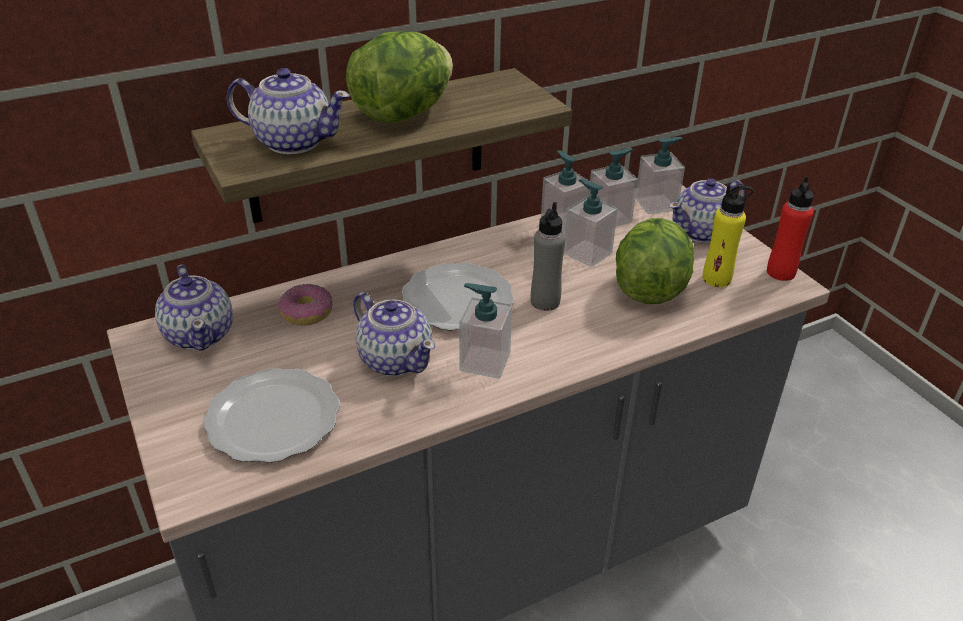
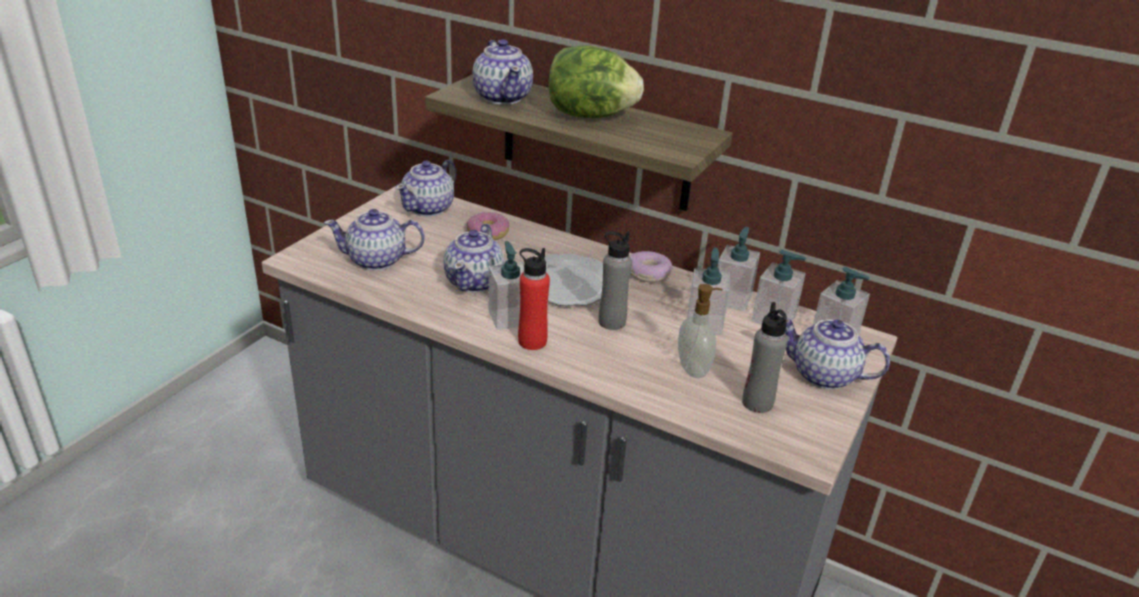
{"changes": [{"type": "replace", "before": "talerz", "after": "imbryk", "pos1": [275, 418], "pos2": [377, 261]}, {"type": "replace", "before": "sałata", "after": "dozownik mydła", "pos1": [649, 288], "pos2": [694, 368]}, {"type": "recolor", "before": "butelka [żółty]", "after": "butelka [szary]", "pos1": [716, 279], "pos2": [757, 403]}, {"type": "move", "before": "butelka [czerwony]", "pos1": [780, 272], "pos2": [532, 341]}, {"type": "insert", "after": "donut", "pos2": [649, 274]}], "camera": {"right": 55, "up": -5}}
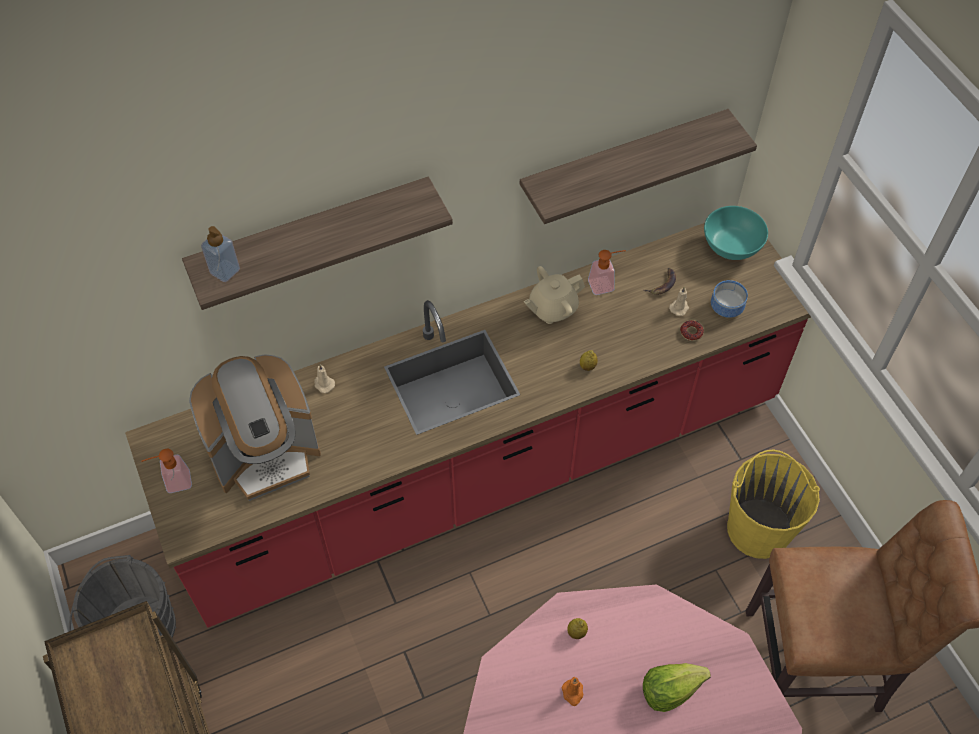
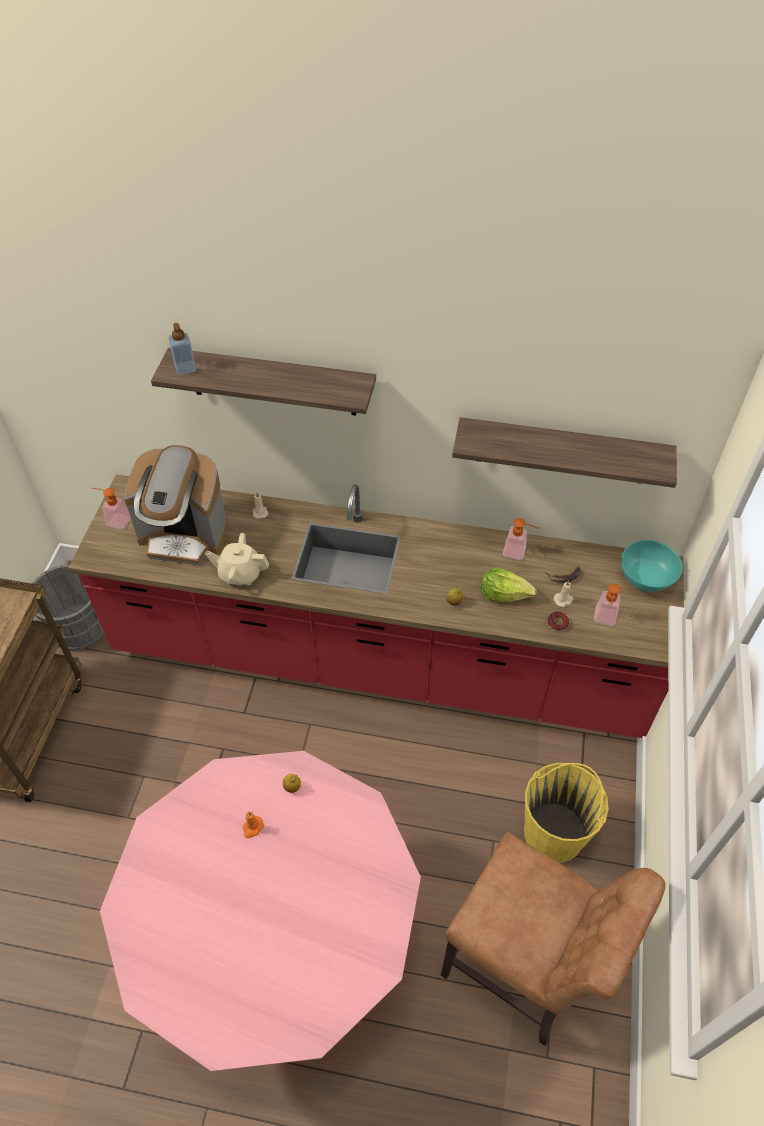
{"changes": [{"type": "move", "before": "imbryk [beżowy]", "pos1": [552, 309], "pos2": [240, 573]}, {"type": "move", "before": "sałata", "pos1": [670, 689], "pos2": [504, 594]}, {"type": "replace", "before": "miska", "after": "dozownik mydła", "pos1": [727, 306], "pos2": [604, 620]}], "camera": {"right": 35, "up": -5}}
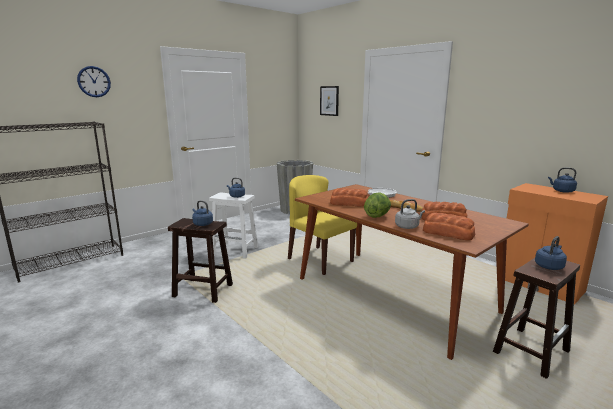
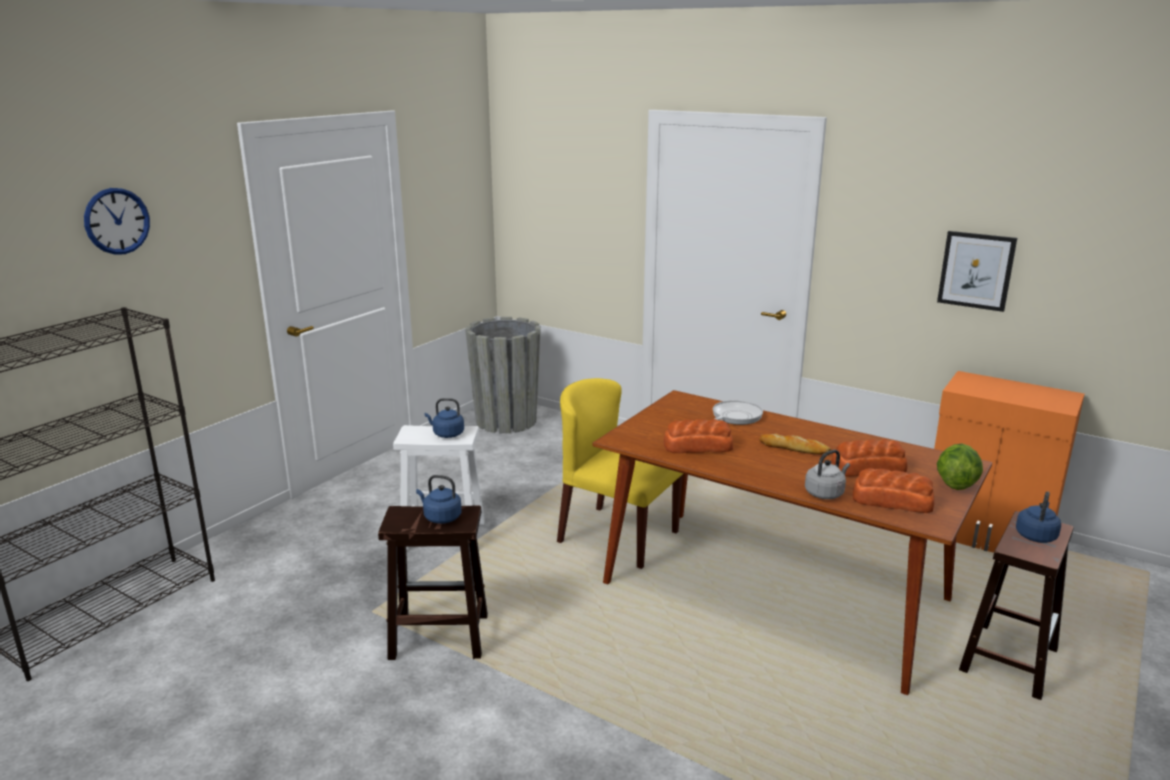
{"changes": [{"type": "move", "before": "obraz", "pos1": [329, 101], "pos2": [976, 270]}, {"type": "move", "before": "sałata", "pos1": [377, 216], "pos2": [955, 484]}, {"type": "delete", "before": "czajnik [niebieski]", "pos1": [562, 191]}], "camera": {"right": -15, "up": 5}}
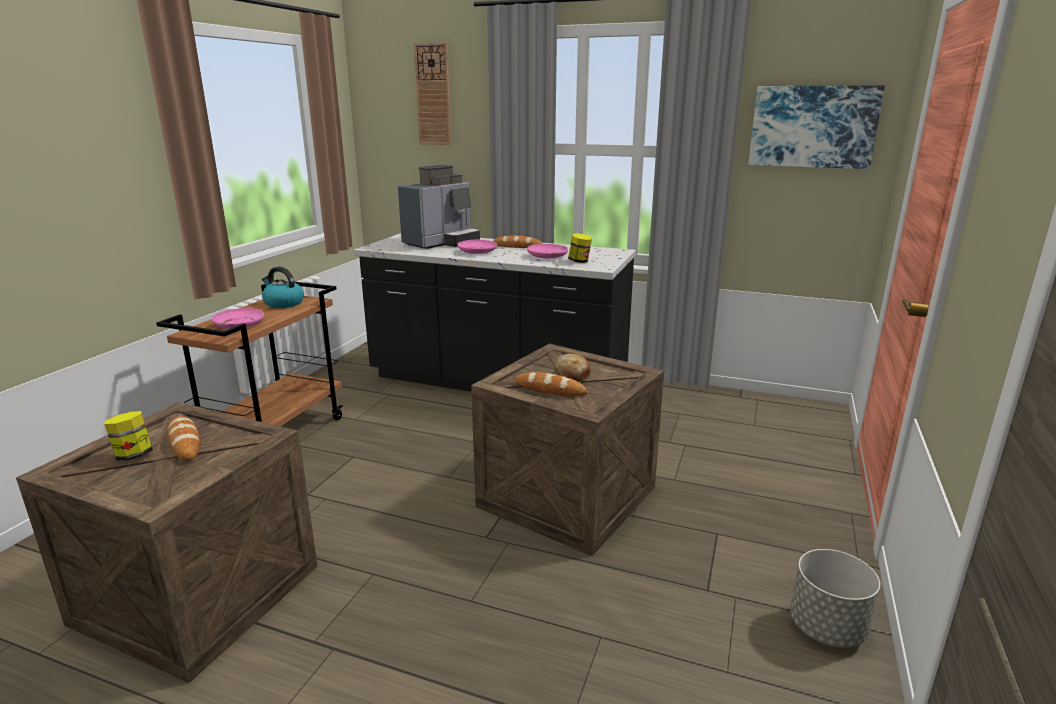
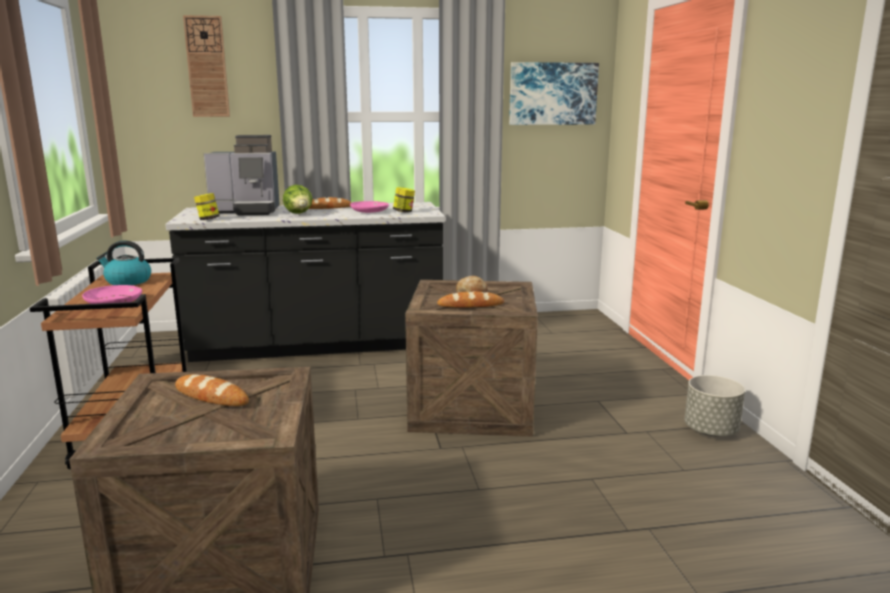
{"changes": [{"type": "move", "before": "słoik", "pos1": [134, 455], "pos2": [208, 219]}, {"type": "rotate", "before": "ekspres do kawy", "pos1": [442, 242], "pos2": [248, 211], "turn": 75}, {"type": "replace", "before": "talerz [różowy]", "after": "sałata", "pos1": [477, 251], "pos2": [299, 214]}], "camera": {"right": -30, "up": -5}}
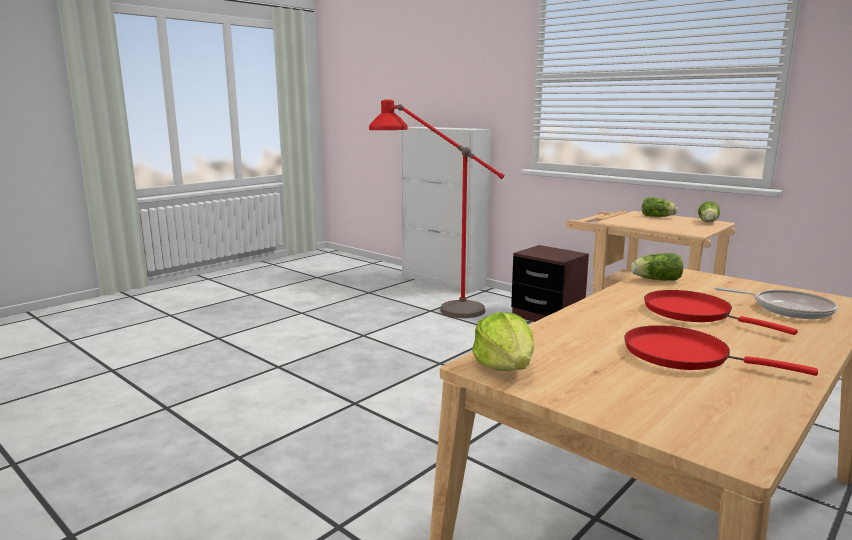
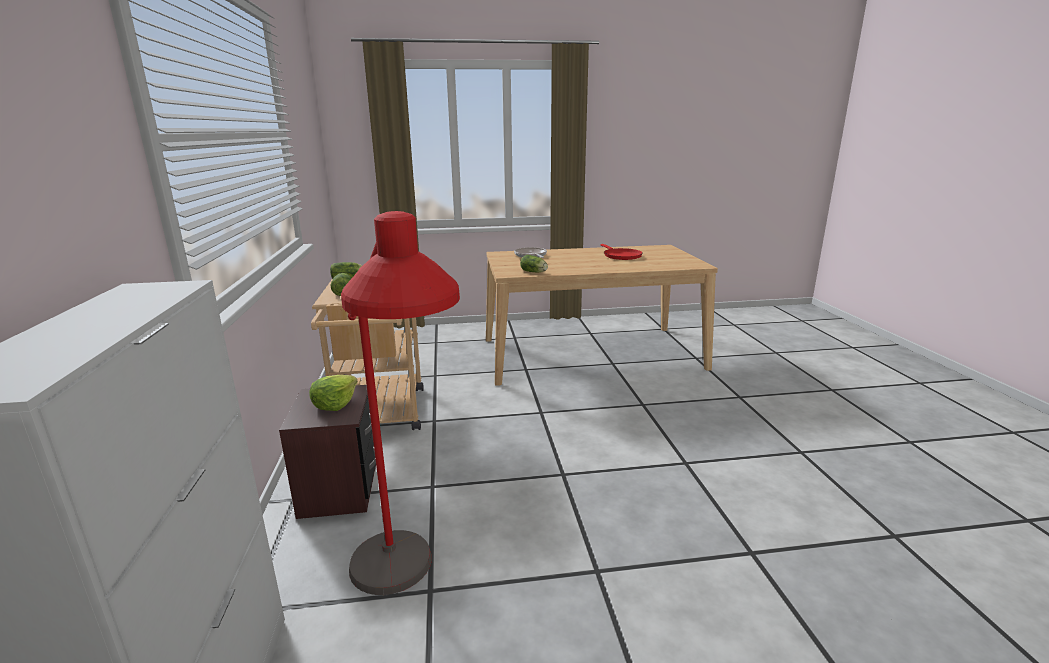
{"changes": [{"type": "move", "before": "sałata", "pos1": [505, 366], "pos2": [335, 404]}, {"type": "delete", "before": "patelnia [czerwony]", "pos1": [692, 313]}], "camera": {"right": -140, "up": 5}}
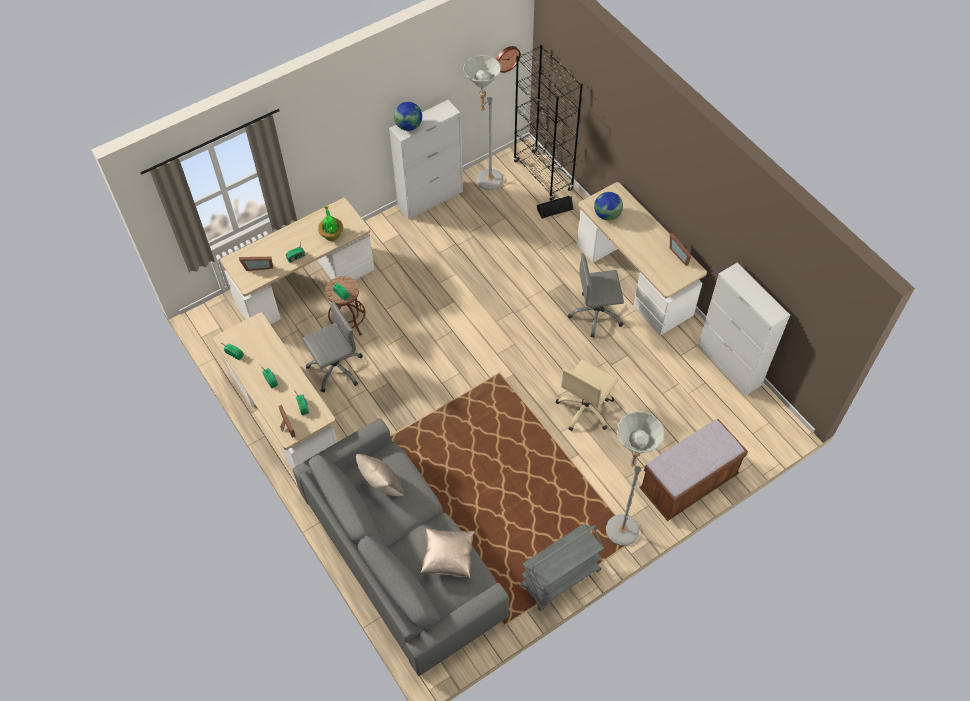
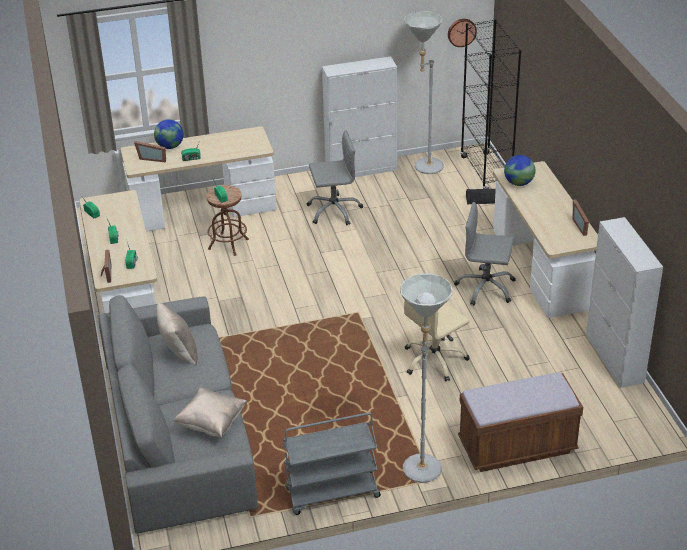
{"changes": [{"type": "move", "before": "krzesło biurowe [szary]", "pos1": [335, 368], "pos2": [334, 210]}, {"type": "delete", "before": "roślina doniczkowa", "pos1": [331, 234]}, {"type": "move", "before": "globus", "pos1": [408, 126], "pos2": [170, 146]}], "camera": {"right": 20, "up": -20}}
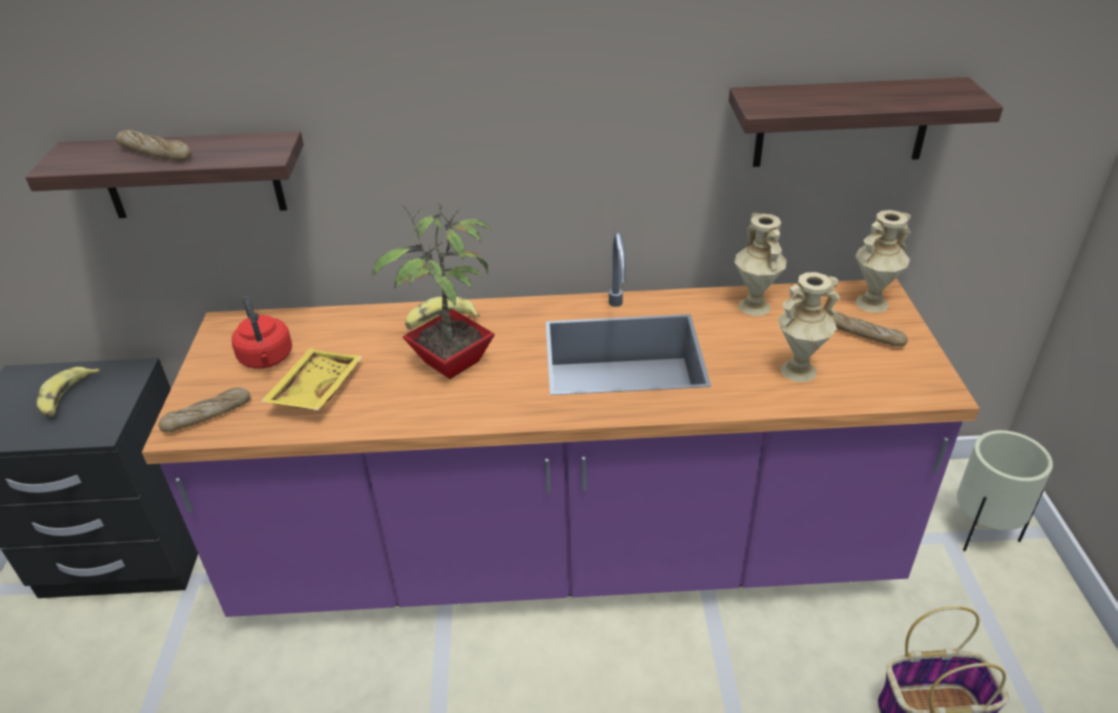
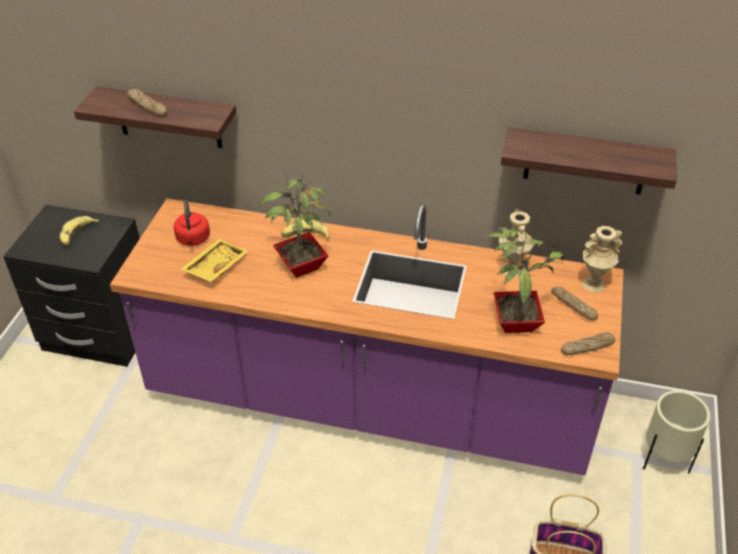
{"changes": [{"type": "move", "before": "chleb", "pos1": [207, 416], "pos2": [587, 347]}, {"type": "replace", "before": "wazon [beżowy]", "after": "roślina doniczkowa", "pos1": [798, 371], "pos2": [515, 321]}], "camera": {"right": 15, "up": 5}}
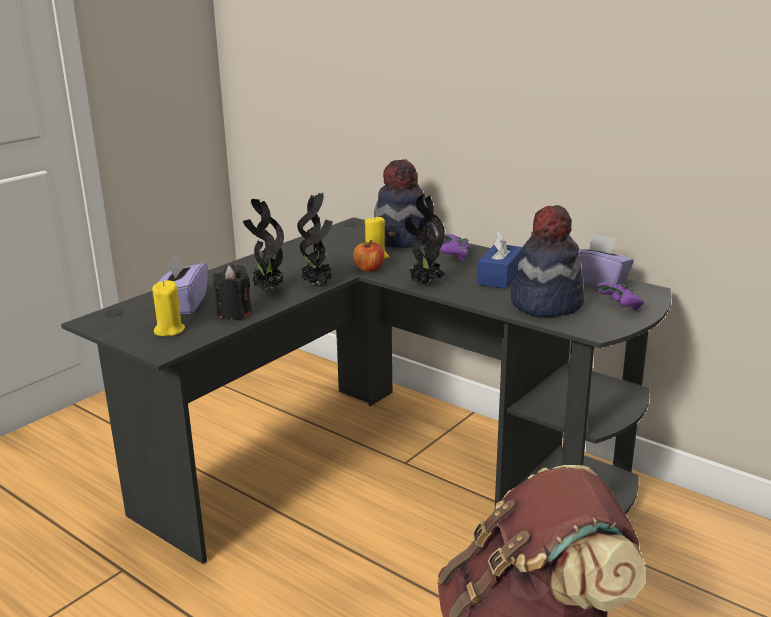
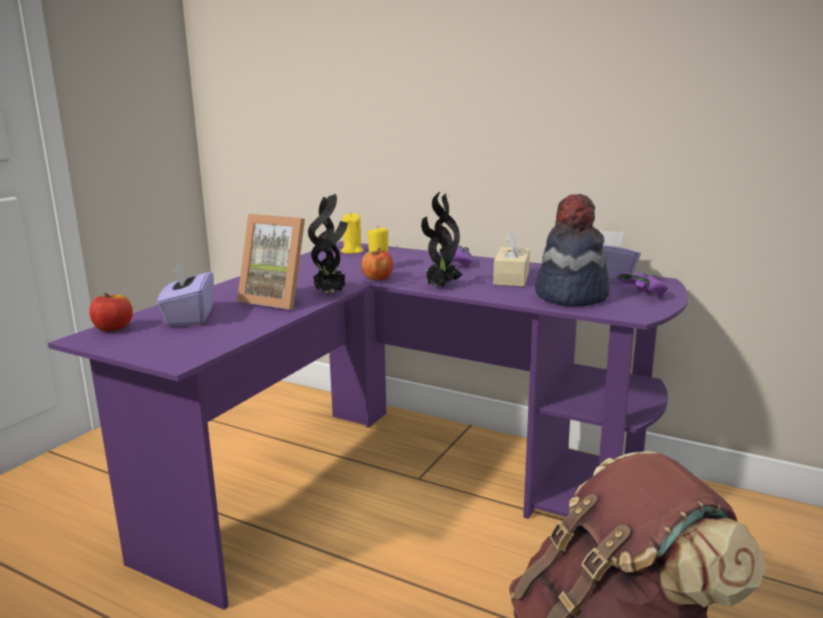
{"changes": [{"type": "recolor", "before": "biurko [czarny]", "after": "biurko [fioletowy]", "pos1": [384, 464], "pos2": [398, 482]}, {"type": "move", "before": "świeca [żółty]", "pos1": [169, 330], "pos2": [352, 251]}, {"type": "delete", "before": "świeca [czarny]", "pos1": [234, 313]}, {"type": "replace", "before": "roślina doniczkowa", "after": "ramka na zdjęcie", "pos1": [267, 289], "pos2": [278, 300]}, {"type": "delete", "before": "kapelusz", "pos1": [403, 240]}, {"type": "recolor", "before": "pudełko chusteczek [niebieski]", "after": "pudełko chusteczek [beżowy]", "pos1": [500, 277], "pos2": [511, 278]}, {"type": "insert", "after": "jabłko", "pos2": [113, 328]}], "camera": {"right": -10, "up": -5}}
